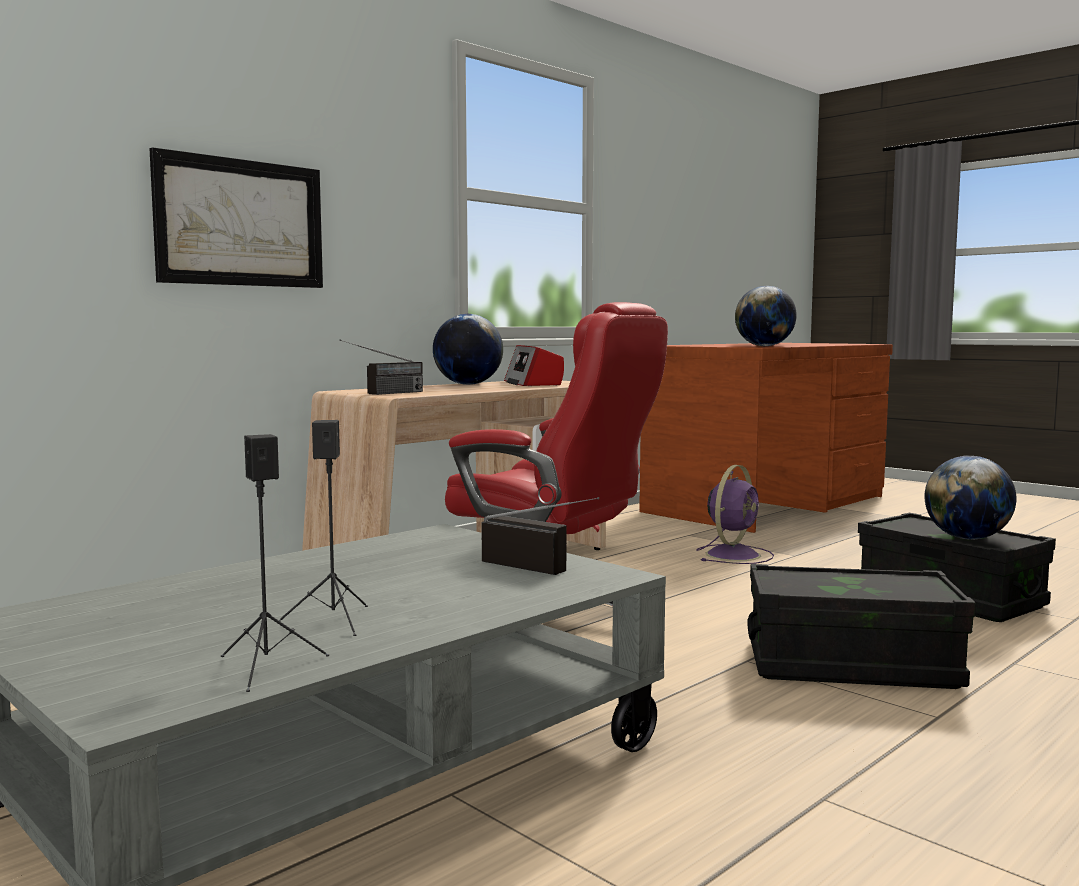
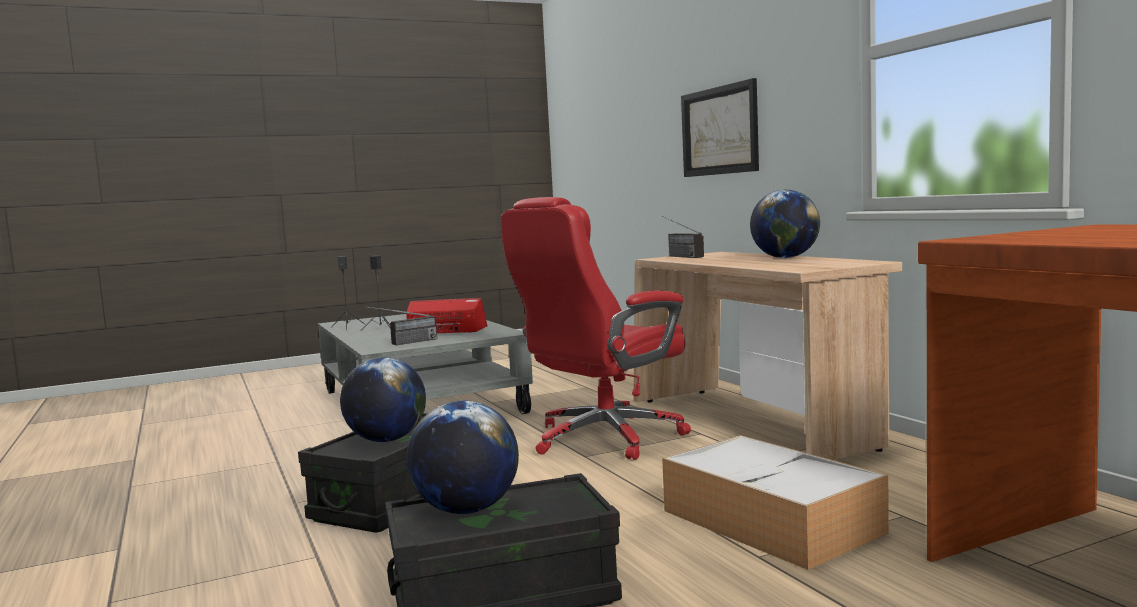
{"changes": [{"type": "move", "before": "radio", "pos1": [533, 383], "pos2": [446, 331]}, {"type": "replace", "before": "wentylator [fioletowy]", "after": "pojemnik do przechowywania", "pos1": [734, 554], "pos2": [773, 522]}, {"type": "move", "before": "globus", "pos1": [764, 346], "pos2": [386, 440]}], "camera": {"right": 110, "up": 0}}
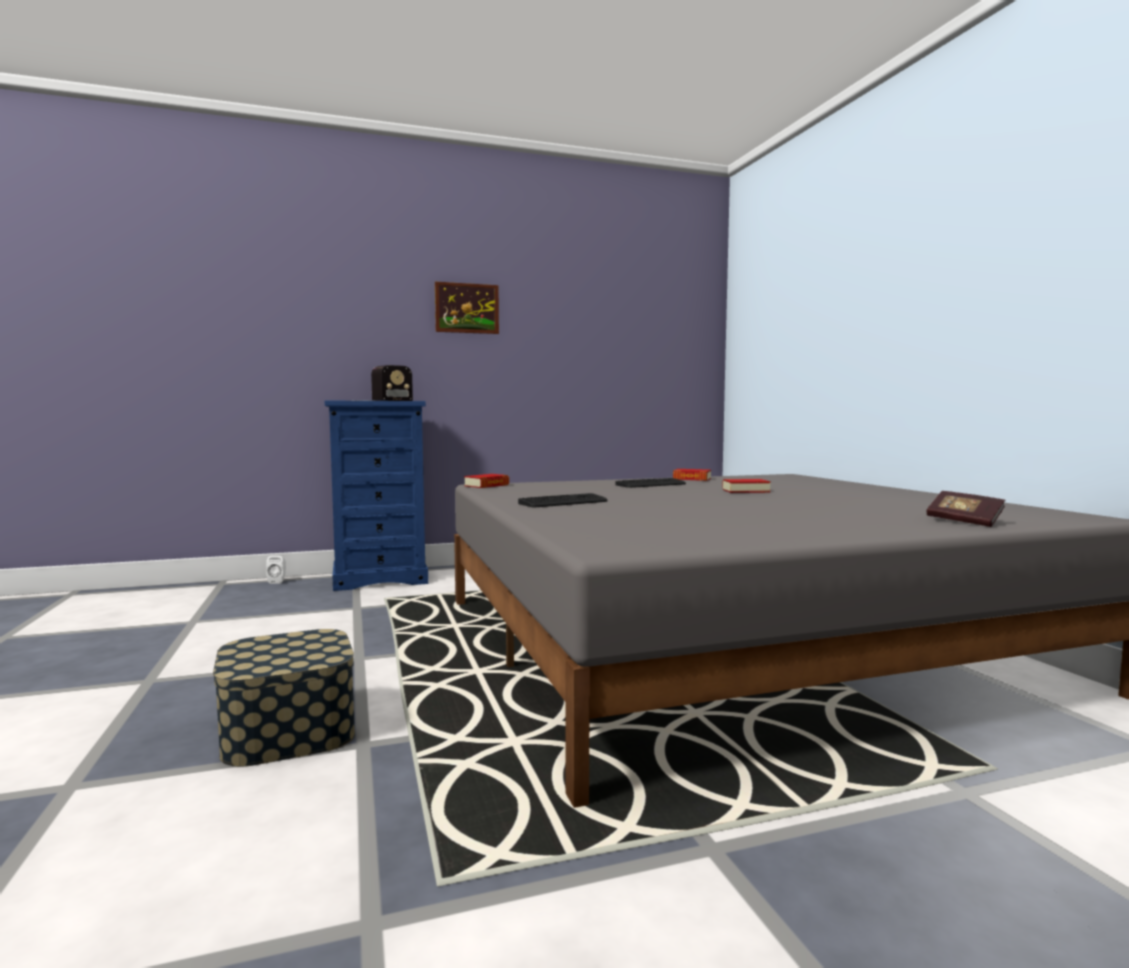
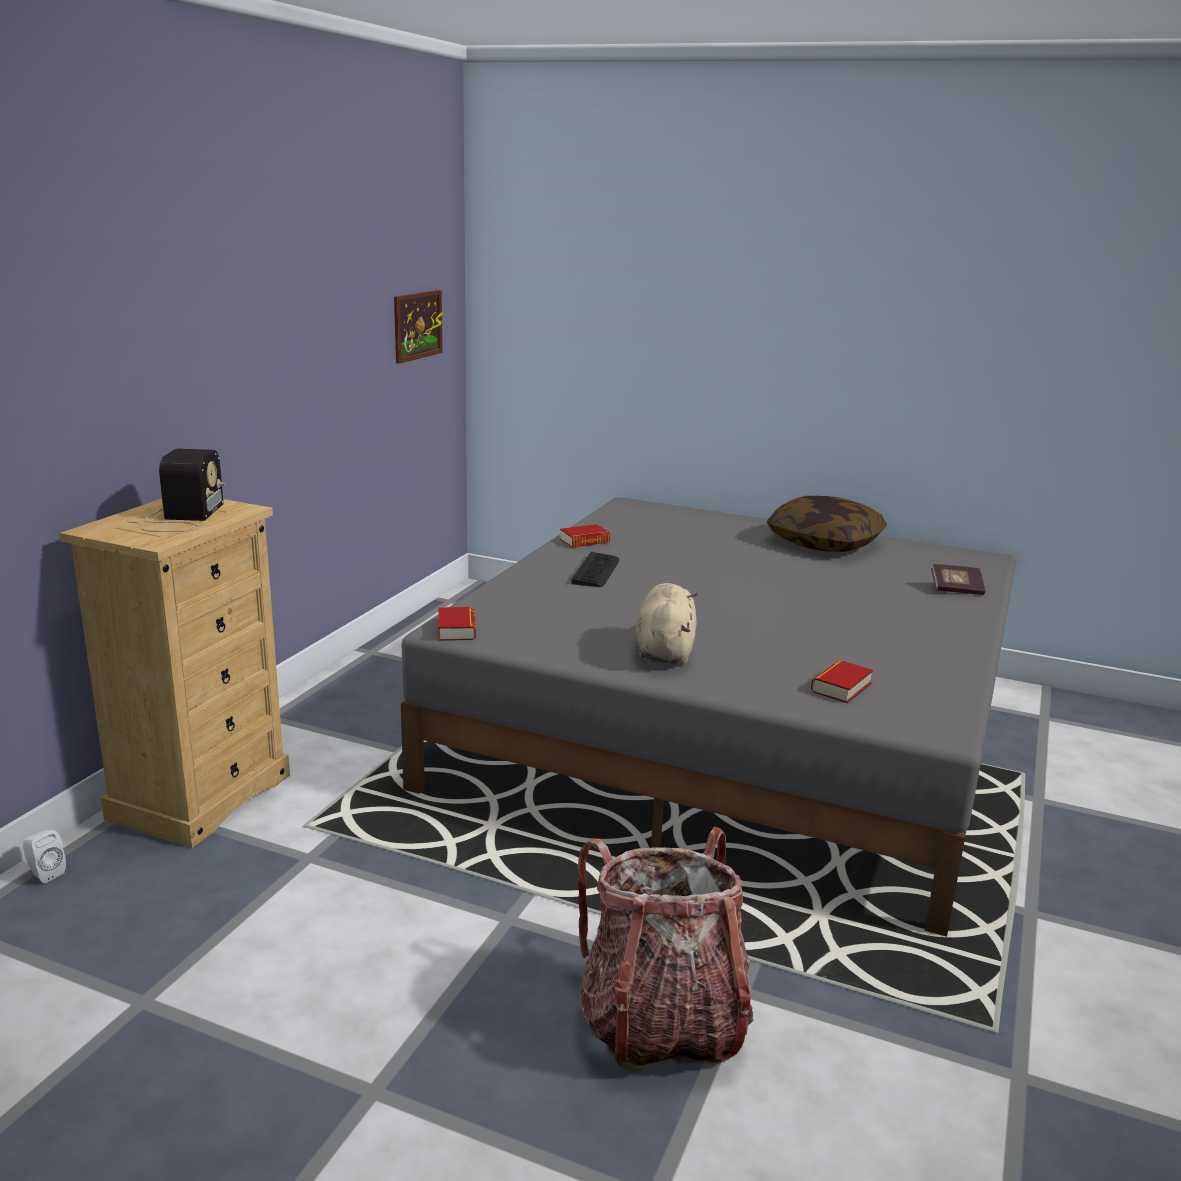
{"changes": [{"type": "replace", "before": "pojemnik do przechowywania", "after": "plecak", "pos1": [289, 730], "pos2": [661, 1023]}, {"type": "recolor", "before": "komoda [niebieski]", "after": "komoda [beżowy]", "pos1": [380, 579], "pos2": [200, 796]}, {"type": "move", "before": "obraz", "pos1": [467, 308], "pos2": [417, 325]}, {"type": "replace", "before": "klawiatura", "after": "pluszak [beżowy]", "pos1": [564, 502], "pos2": [664, 650]}, {"type": "move", "before": "książka", "pos1": [745, 491], "pos2": [841, 687]}, {"type": "insert", "after": "poduszka", "pos2": [824, 543]}], "camera": {"right": -50, "up": 15}}
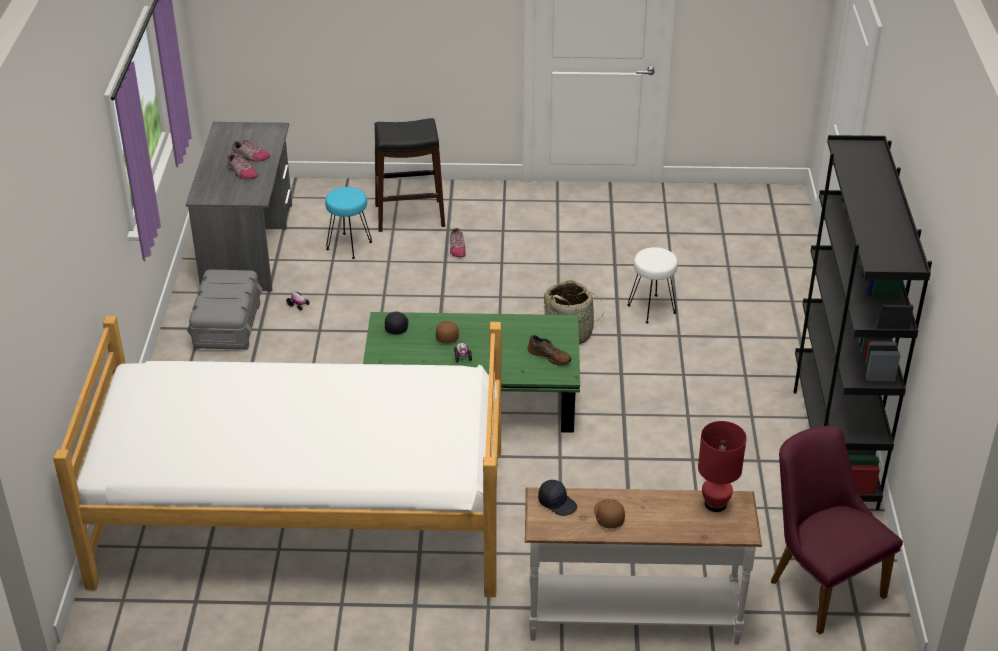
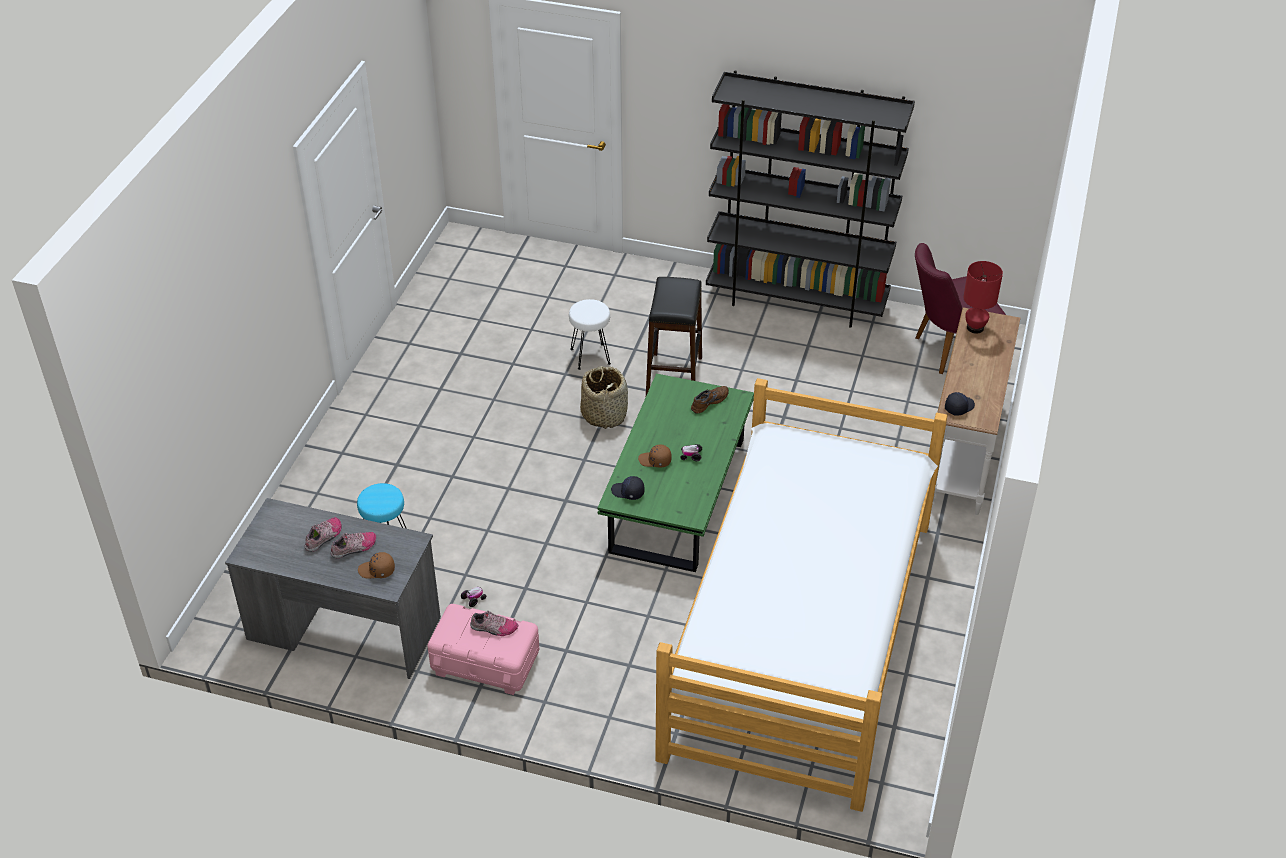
{"changes": [{"type": "recolor", "before": "pojemnik do przechowywania [szary]", "after": "pojemnik do przechowywania [różowy]", "pos1": [227, 325], "pos2": [485, 662]}, {"type": "move", "before": "stołek [czarny]", "pos1": [410, 216], "pos2": [674, 377]}, {"type": "move", "before": "but", "pos1": [457, 248], "pos2": [494, 628]}, {"type": "move", "before": "czapka z daszkiem [brązowy]", "pos1": [608, 516], "pos2": [377, 570]}], "camera": {"right": -75, "up": 5}}
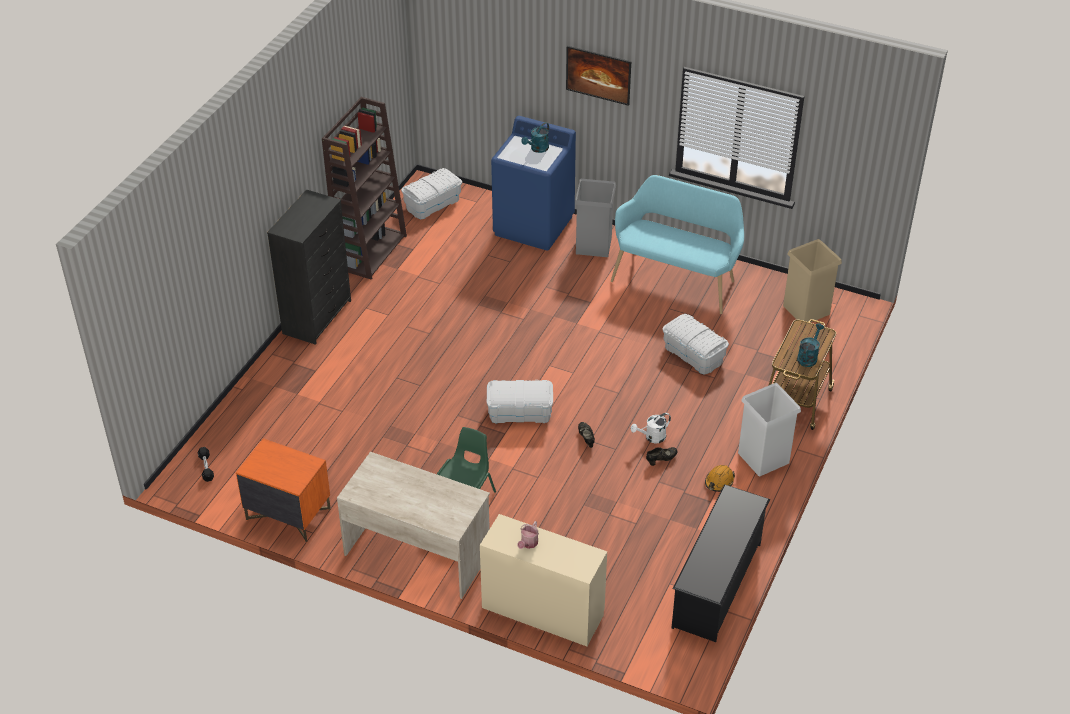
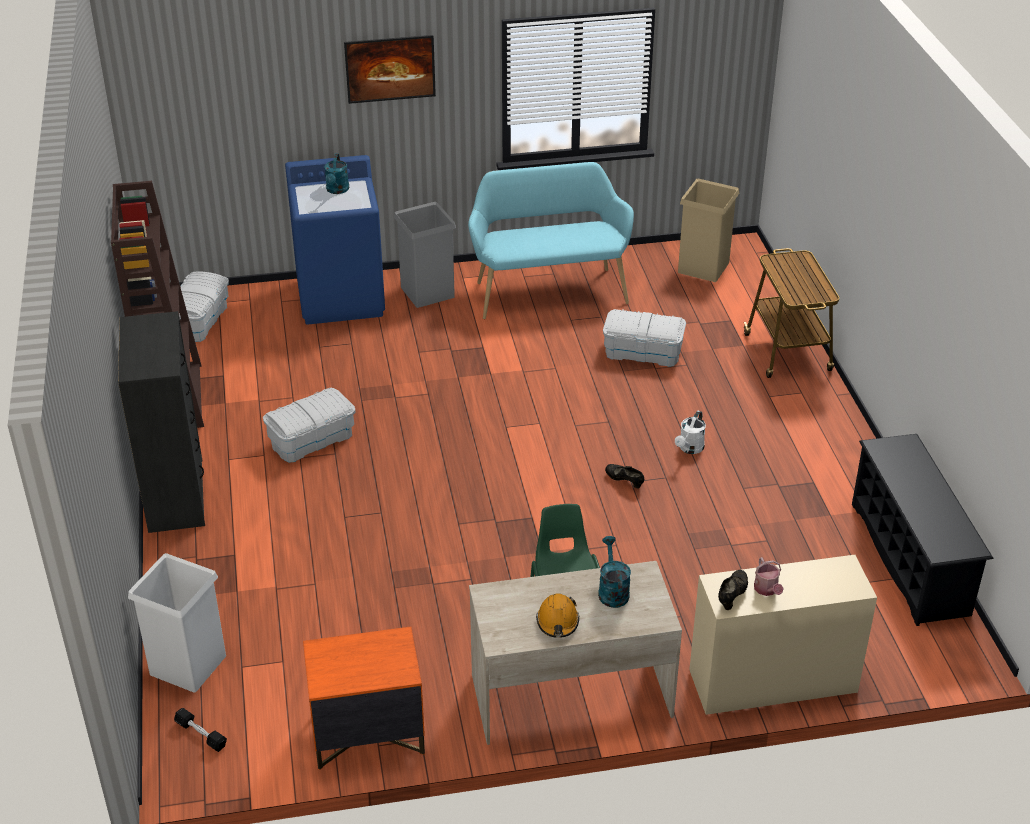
{"changes": [{"type": "move", "before": "pojemnik do przechowywania [biały]", "pos1": [519, 412], "pos2": [312, 440]}, {"type": "move", "before": "but [czarny]", "pos1": [661, 459], "pos2": [732, 595]}, {"type": "move", "before": "kask [pomarańczowy]", "pos1": [719, 482], "pos2": [557, 621]}, {"type": "move", "before": "kosz na śmieci [biały]", "pos1": [763, 457], "pos2": [188, 664]}, {"type": "move", "before": "konewka [turkusowy]", "pos1": [808, 357], "pos2": [612, 590]}], "camera": {"right": -35, "up": -5}}
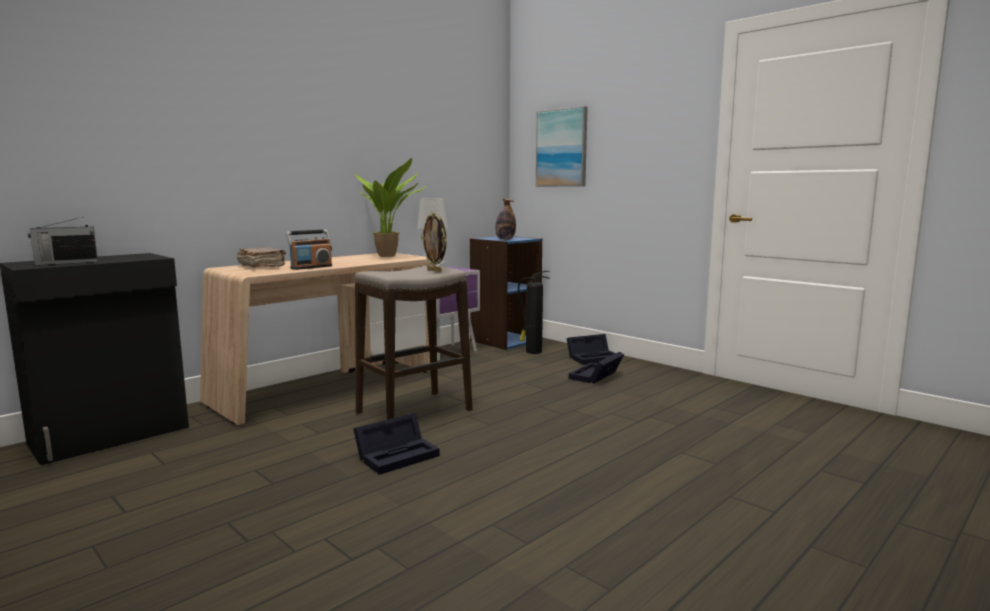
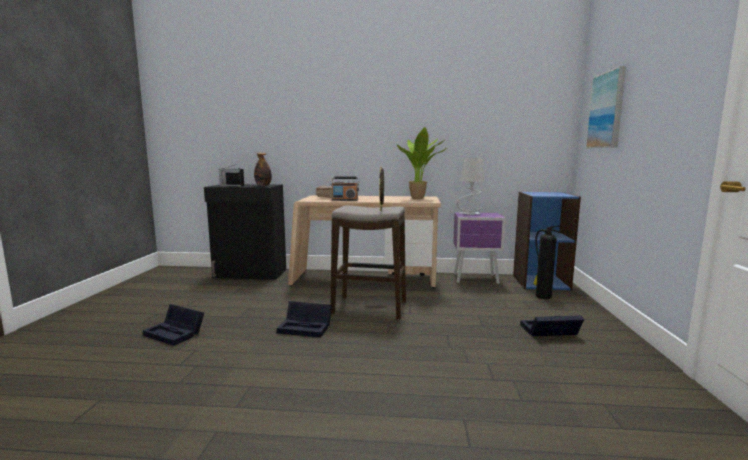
{"changes": [{"type": "move", "before": "butelka", "pos1": [505, 239], "pos2": [263, 185]}, {"type": "move", "before": "pojemnik do przechowywania [czarny]", "pos1": [593, 358], "pos2": [176, 333]}], "camera": {"right": 50, "up": 0}}
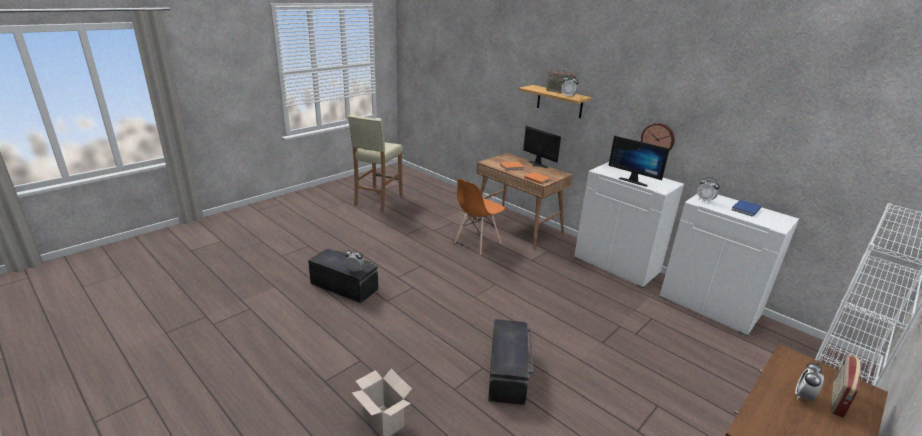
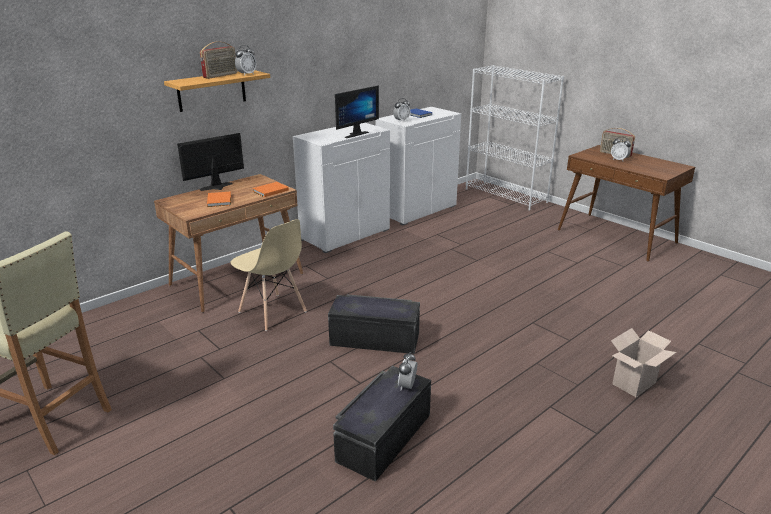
{"changes": [{"type": "recolor", "before": "krzesło [pomarańczowy]", "after": "krzesło [beżowy]", "pos1": [477, 242], "pos2": [272, 312]}, {"type": "move", "before": "pojemnik do przechowywania [czarny]", "pos1": [508, 372], "pos2": [375, 338]}, {"type": "delete", "before": "zegar ścienny", "pos1": [658, 139]}], "camera": {"right": -85, "up": 0}}
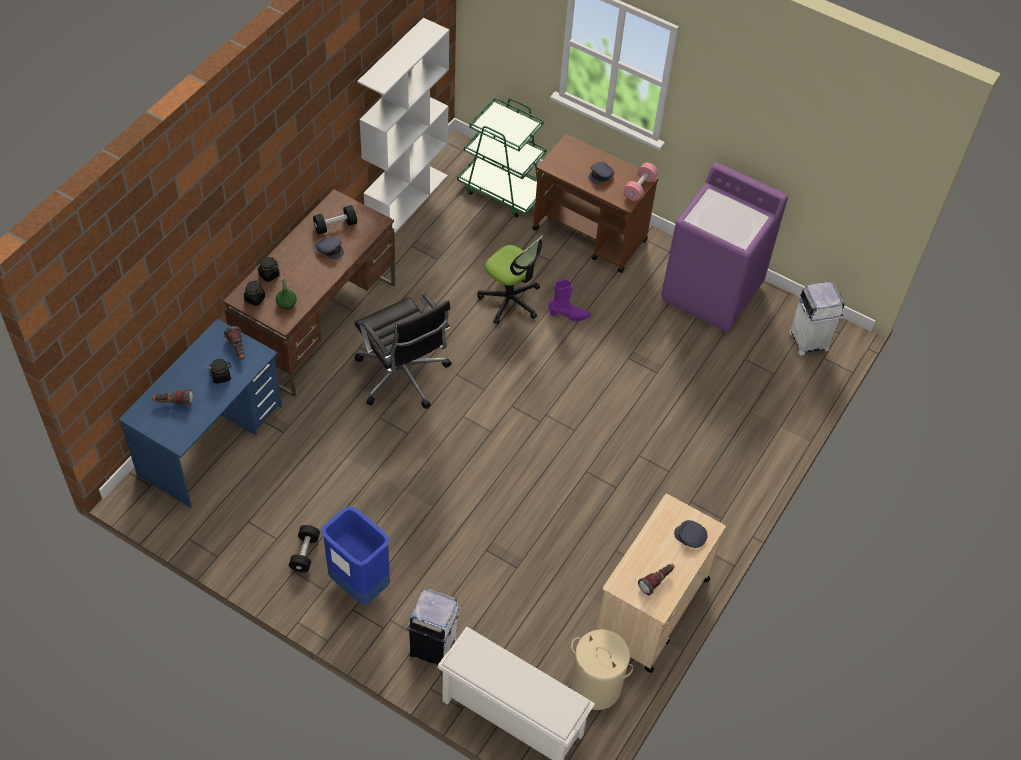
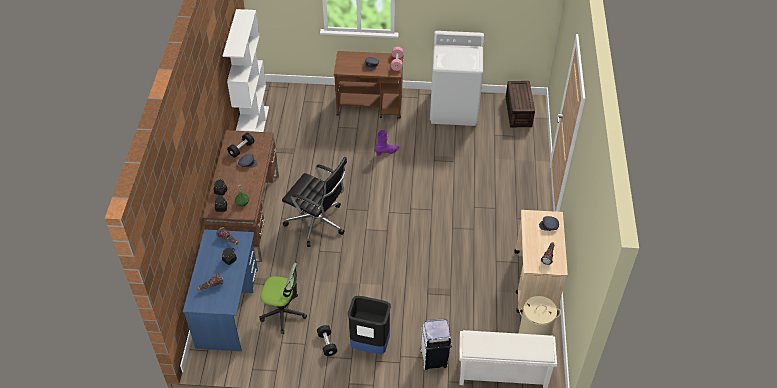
{"changes": [{"type": "recolor", "before": "kosz na śmieci [niebieski]", "after": "kosz na śmieci [czarny]", "pos1": [359, 584], "pos2": [369, 346]}, {"type": "delete", "before": "wózek [zielony]", "pos1": [503, 190]}, {"type": "move", "before": "krzesło biurowe", "pos1": [510, 300], "pos2": [283, 313]}, {"type": "recolor", "before": "pralka [fioletowy]", "after": "pralka [biały]", "pos1": [712, 292], "pos2": [454, 108]}, {"type": "replace", "before": "kosz na śmieci [biały]", "after": "pojemnik do przechowywania [brązowy]", "pos1": [808, 340], "pos2": [519, 112]}], "camera": {"right": -25, "up": -5}}
